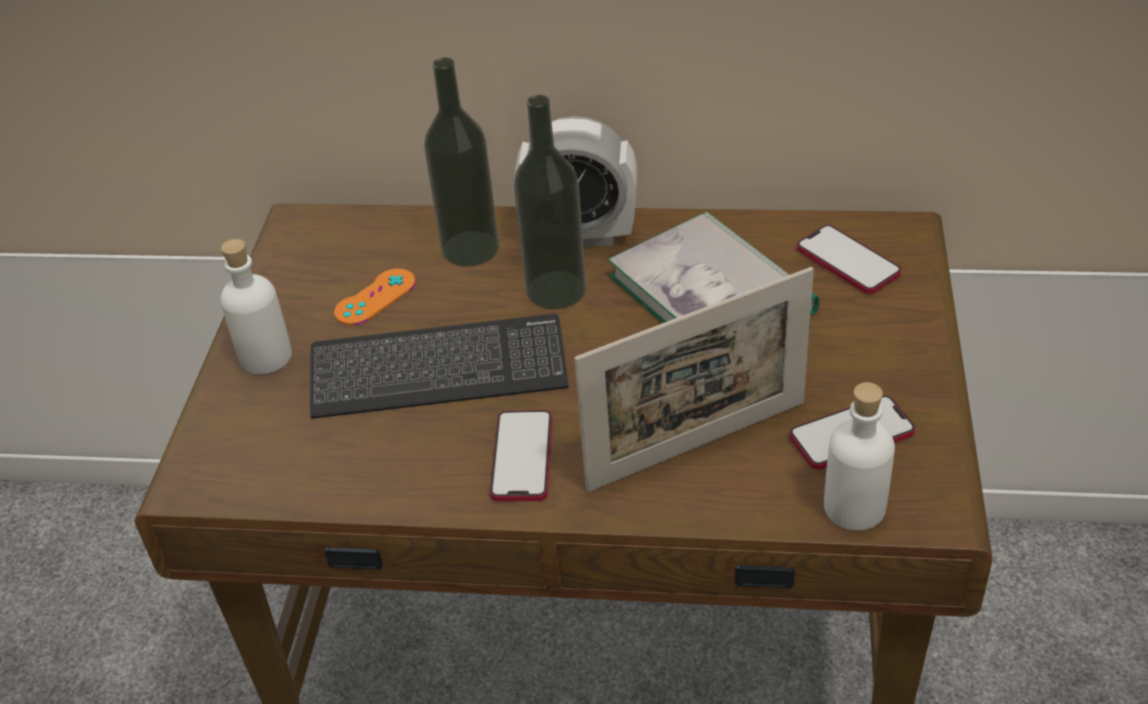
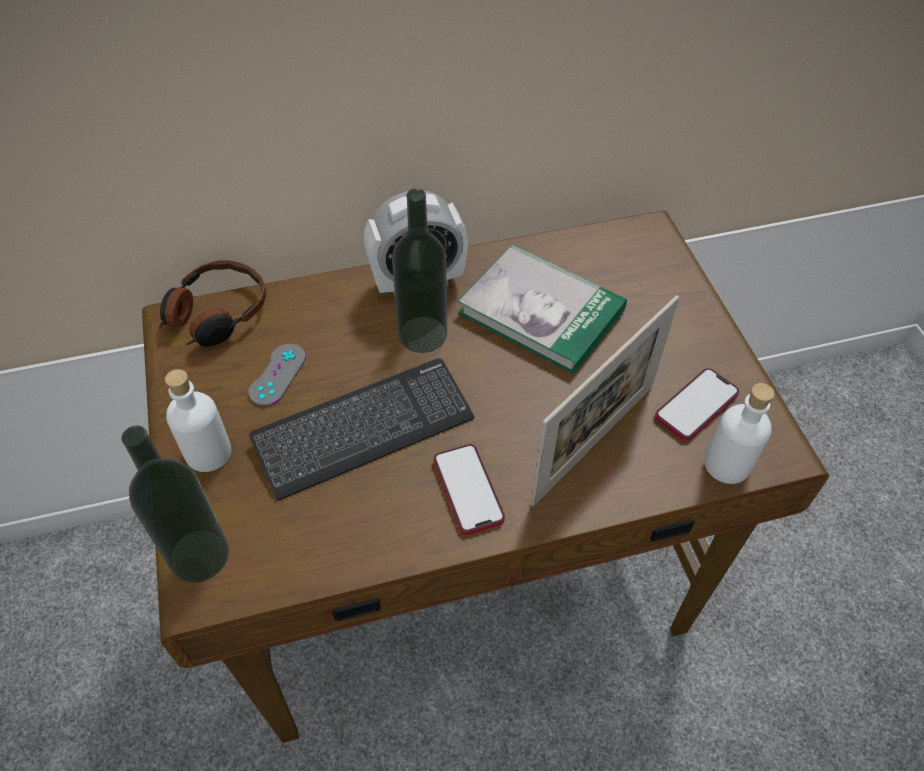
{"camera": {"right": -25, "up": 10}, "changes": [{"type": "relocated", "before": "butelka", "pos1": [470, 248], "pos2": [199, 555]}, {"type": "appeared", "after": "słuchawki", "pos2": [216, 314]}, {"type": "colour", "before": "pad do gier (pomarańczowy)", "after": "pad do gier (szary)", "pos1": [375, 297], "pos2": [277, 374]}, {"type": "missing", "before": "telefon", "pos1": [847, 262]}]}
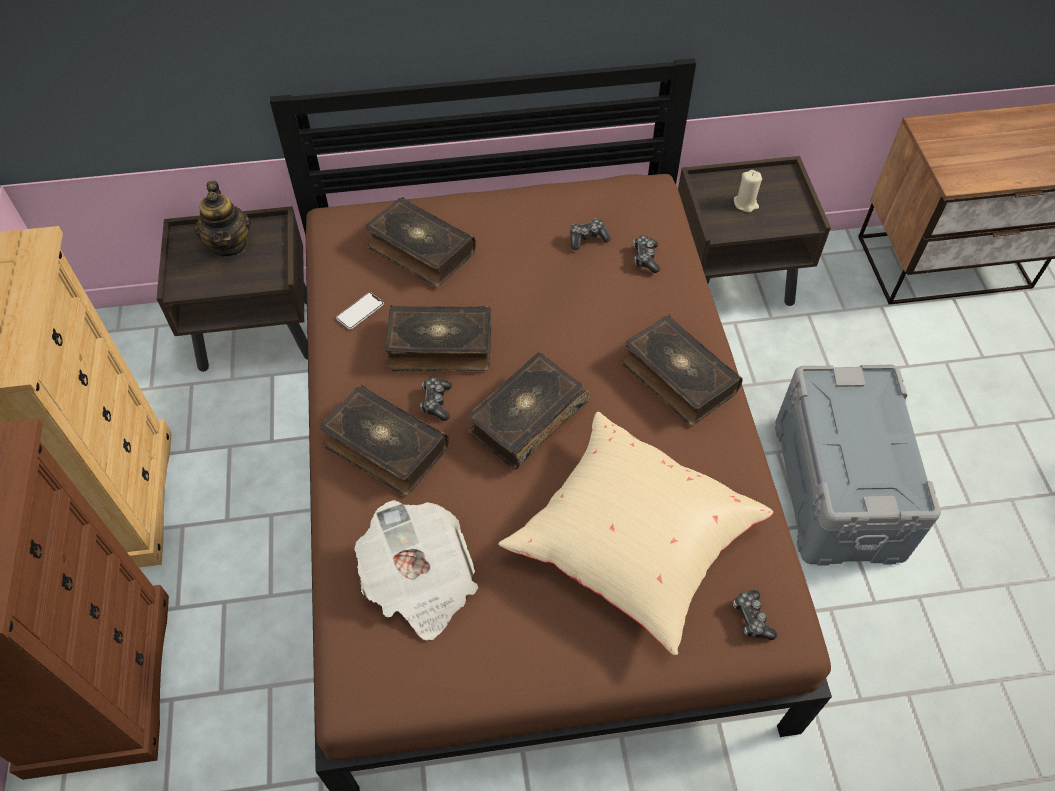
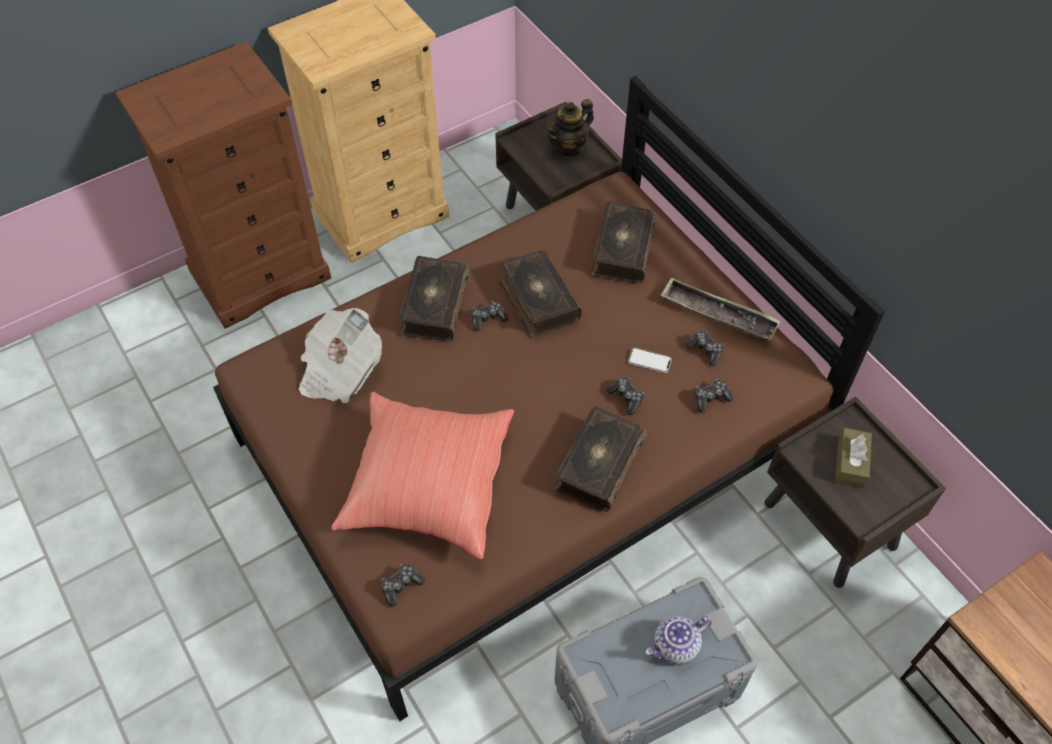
{"camera": {"right": 65, "up": 0}, "changes": [{"type": "colour", "before": "poduszka (beżowy)", "after": "poduszka (czerwony)", "pos1": [631, 545], "pos2": [427, 486]}, {"type": "appeared", "after": "pad do gier", "pos2": [626, 398]}, {"type": "relocated", "before": "telefon", "pos1": [360, 311], "pos2": [649, 361]}, {"type": "appeared", "after": "imbryk", "pos2": [675, 647]}, {"type": "appeared", "after": "taca", "pos2": [718, 314]}, {"type": "exchanged", "before": "świeca (beżowy)", "after": "pudełko chusteczek (brązowy)", "pos1": [745, 203], "pos2": [850, 463]}, {"type": "missing", "before": "książka", "pos1": [526, 418]}]}
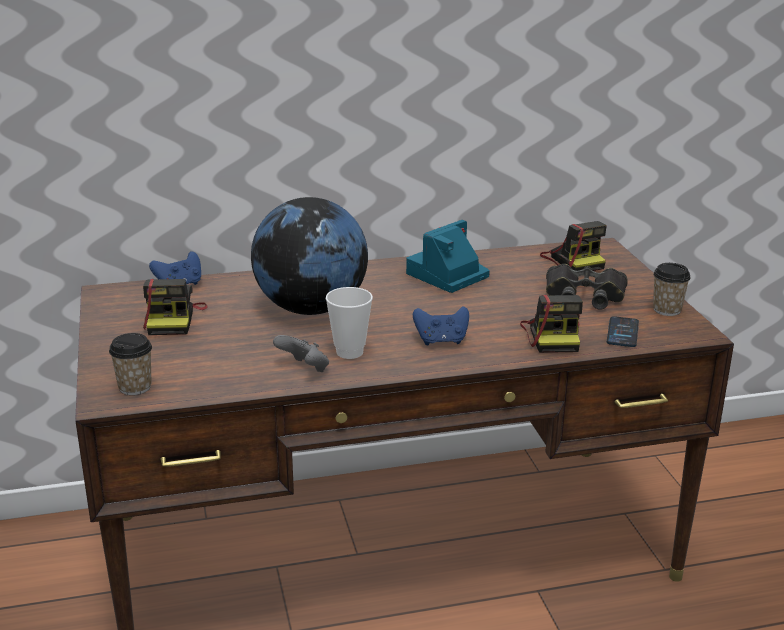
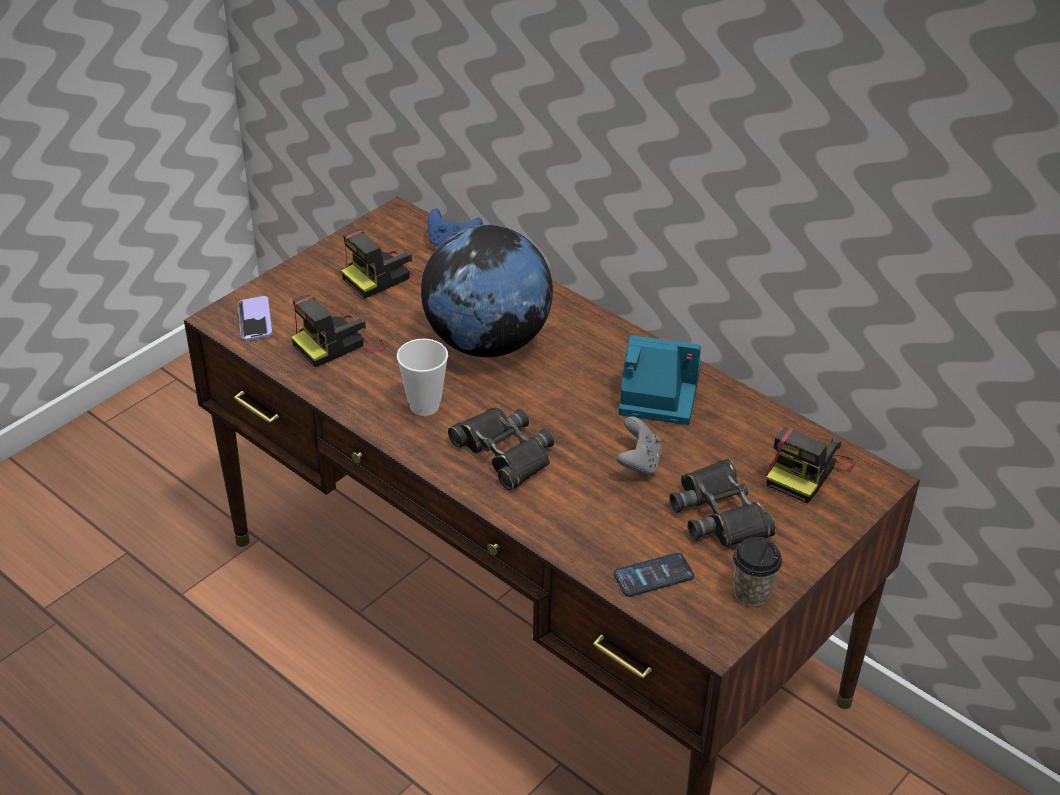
{"camera": {"right": 55, "up": 15}, "changes": [{"type": "exchanged", "before": "filiżanka", "after": "telefon", "pos1": [135, 387], "pos2": [255, 320]}, {"type": "relocated", "before": "aparat fotograficzny", "pos1": [553, 336], "pos2": [339, 343]}, {"type": "exchanged", "before": "pad do gier (niebieski)", "after": "lornetka (czarny)", "pos1": [441, 341], "pos2": [504, 453]}, {"type": "relocated", "before": "pad do gier (szary)", "pos1": [304, 369], "pos2": [639, 463]}]}
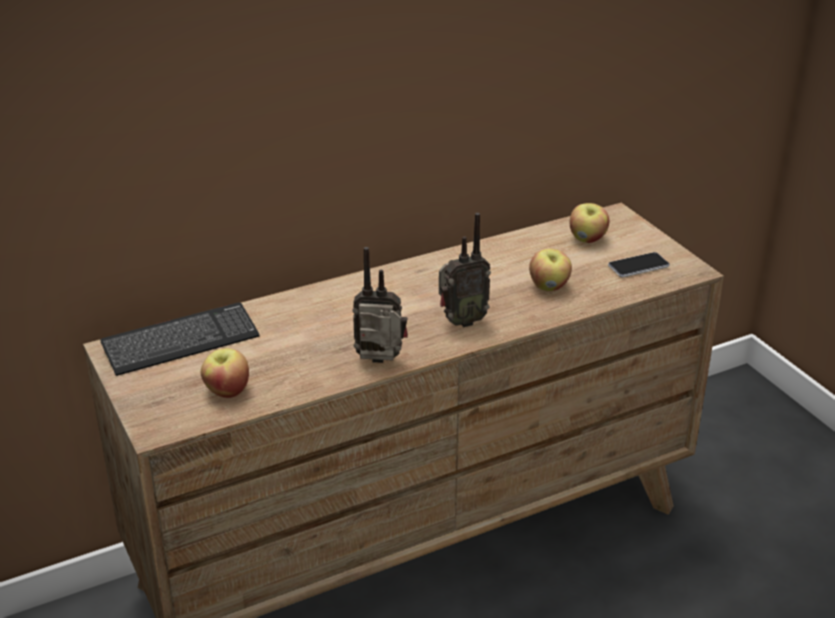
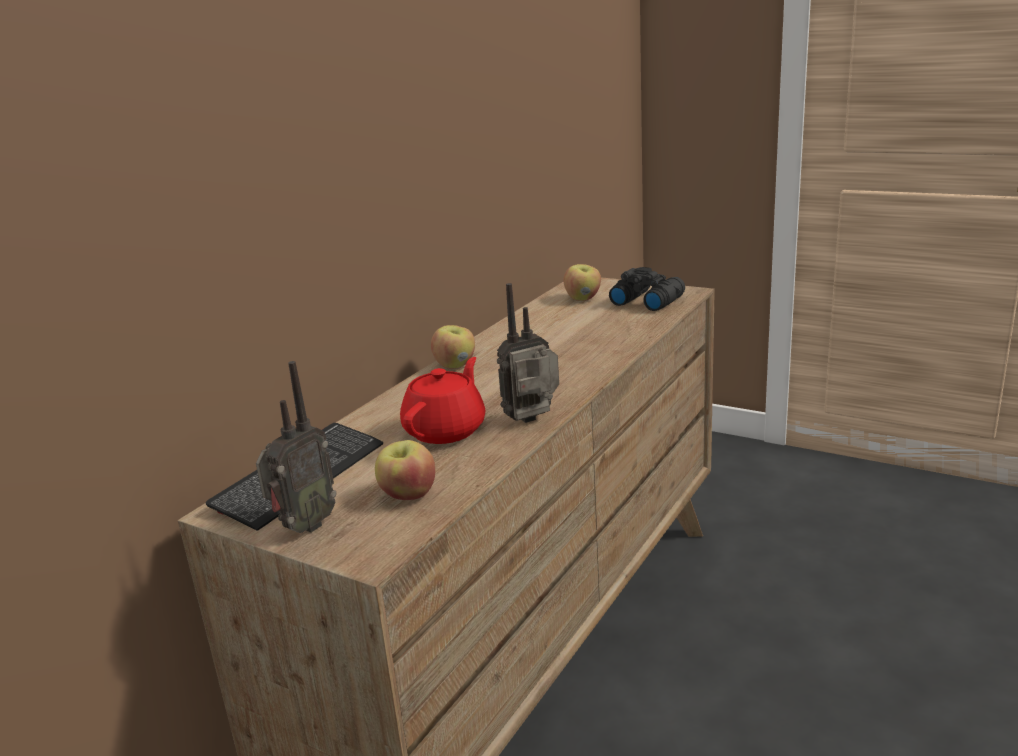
{"camera": {"right": -30, "up": -10}, "changes": [{"type": "relocated", "before": "radio", "pos1": [461, 321], "pos2": [303, 527]}, {"type": "appeared", "after": "imbryk (czerwony)", "pos2": [446, 430]}, {"type": "relocated", "before": "jabłko", "pos1": [549, 286], "pos2": [455, 365]}, {"type": "exchanged", "before": "telefon", "after": "lornetka (czarny)", "pos1": [638, 266], "pos2": [646, 301]}]}
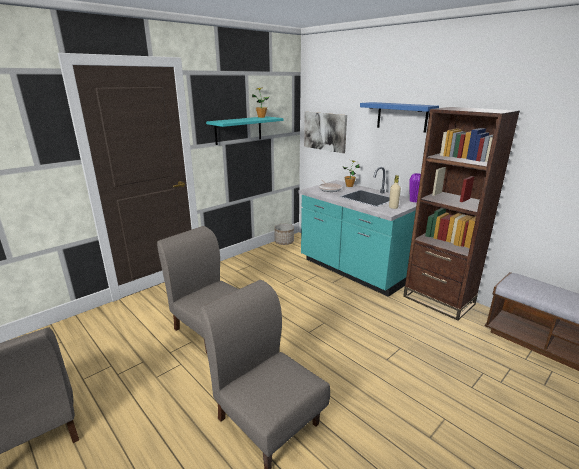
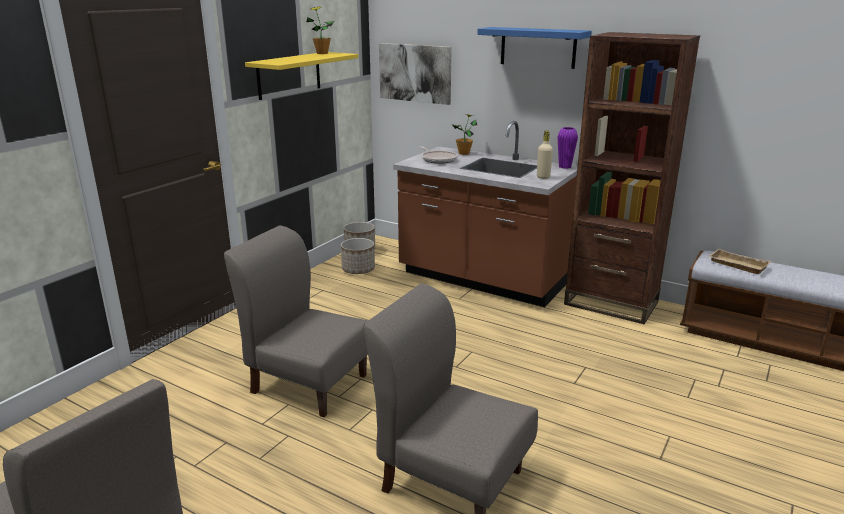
{"camera": {"right": -15, "up": 0}, "changes": [{"type": "colour", "before": "półka (turkusowy)", "after": "półka (żółty)", "pos1": [238, 130], "pos2": [289, 75]}, {"type": "appeared", "after": "donica", "pos2": [358, 269]}, {"type": "colour", "before": "zabudowa kuchenna (turkusowy)", "after": "zabudowa kuchenna (brązowy)", "pos1": [354, 270], "pos2": [482, 279]}, {"type": "appeared", "after": "taca (beżowy)", "pos2": [736, 265]}]}
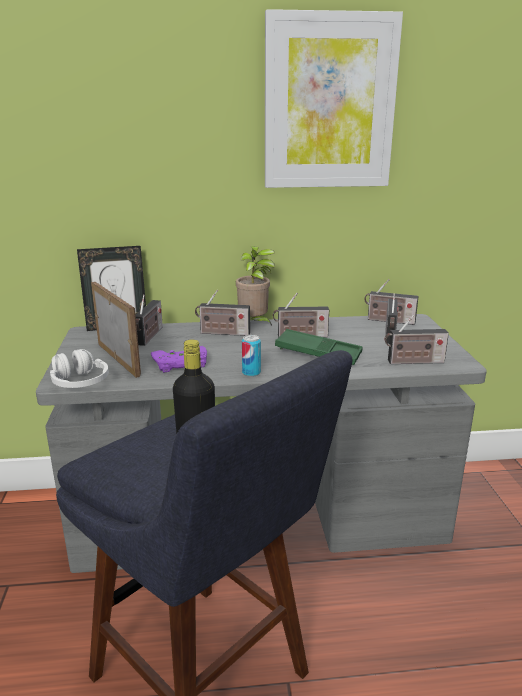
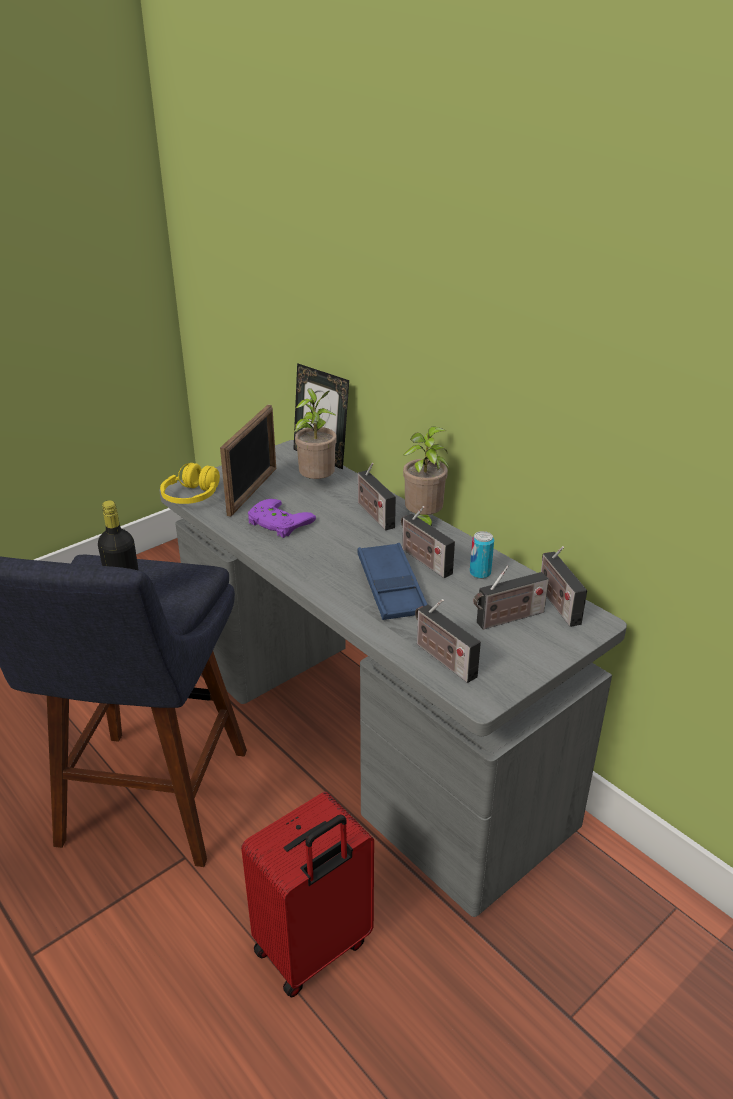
{"camera": {"right": 55, "up": 10}, "changes": [{"type": "colour", "before": "słuchawki (biały)", "after": "słuchawki (żółty)", "pos1": [79, 382], "pos2": [192, 496]}, {"type": "appeared", "after": "walizka (czerwony)", "pos2": [314, 949]}, {"type": "exchanged", "before": "radio", "after": "roślina doniczkowa", "pos1": [149, 337], "pos2": [317, 482]}, {"type": "colour", "before": "taca (zielony)", "after": "taca (niebieski)", "pos1": [318, 353], "pos2": [391, 587]}, {"type": "relocated", "before": "puszka", "pos1": [251, 373], "pos2": [480, 573]}, {"type": "missing", "before": "obraz", "pos1": [329, 103]}]}
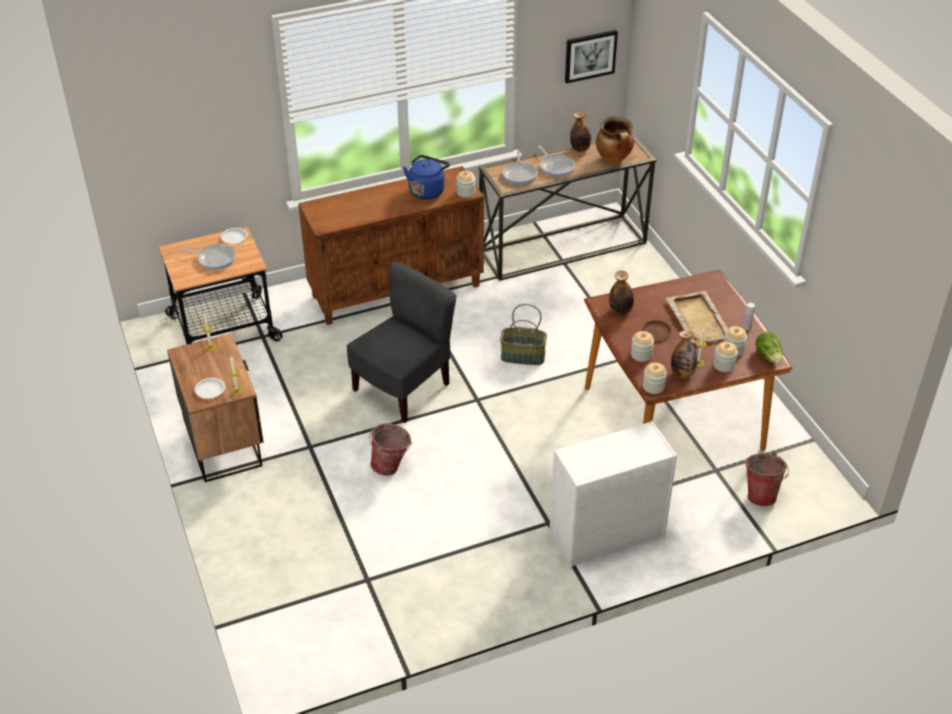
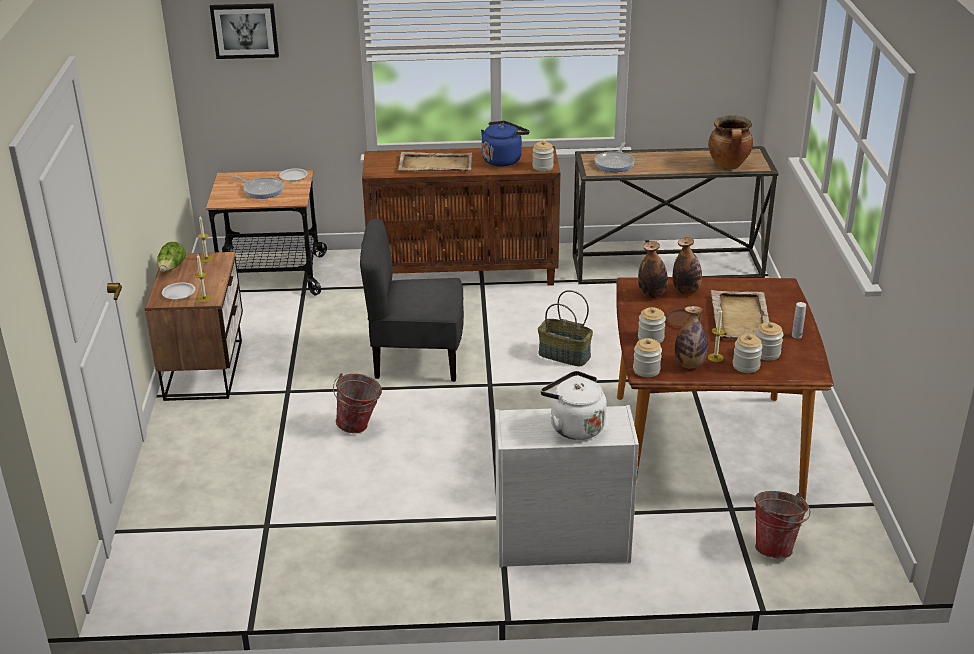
{"camera": {"right": 20, "up": -10}, "changes": [{"type": "relocated", "before": "sałata", "pos1": [769, 356], "pos2": [172, 268]}, {"type": "relocated", "before": "obraz", "pos1": [590, 55], "pos2": [245, 30]}, {"type": "spun", "before": "krzesło (szary)", "pos1": [403, 388], "pos2": [417, 359], "turn": -150}, {"type": "appeared", "after": "taca (beżowy)", "pos2": [434, 164]}, {"type": "appeared", "after": "czajnik (biały)", "pos2": [574, 426]}, {"type": "relocated", "before": "butelka", "pos1": [580, 149], "pos2": [686, 291]}, {"type": "missing", "before": "patelnia", "pos1": [556, 166]}]}
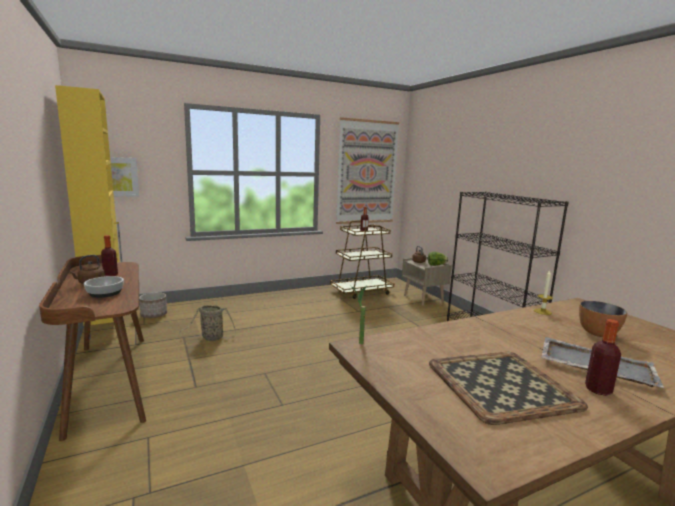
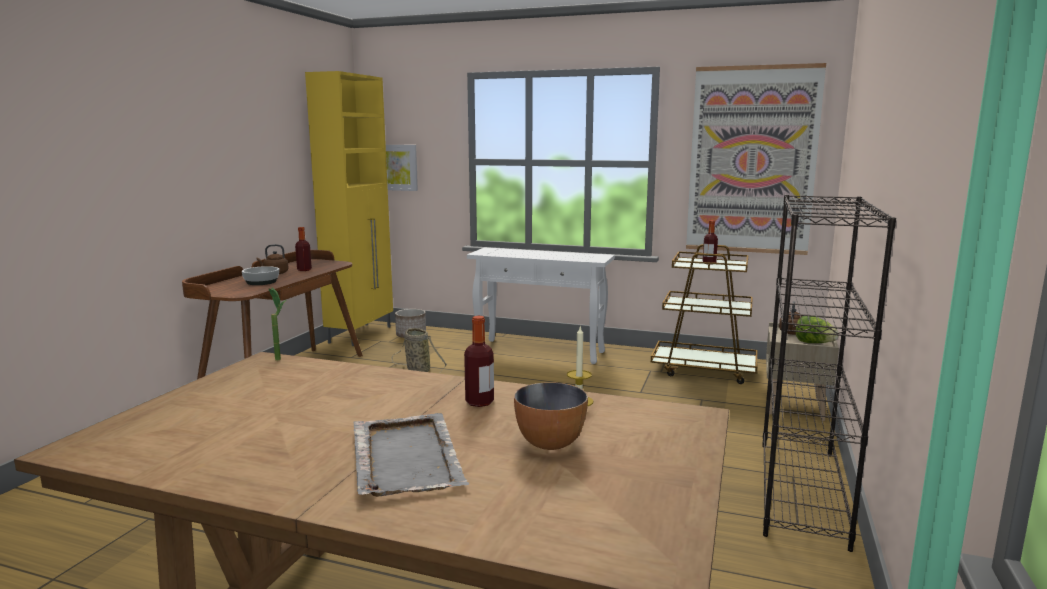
{"camera": {"right": 45, "up": 0}, "changes": [{"type": "relocated", "before": "butelka", "pos1": [598, 390], "pos2": [479, 402]}, {"type": "appeared", "after": "stolik konsolowy (biały)", "pos2": [541, 351]}, {"type": "missing", "before": "taca", "pos1": [501, 384]}]}
